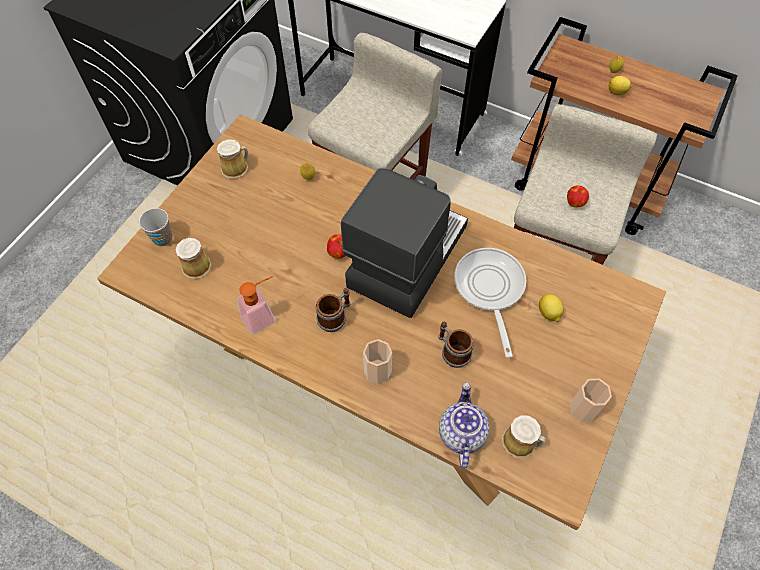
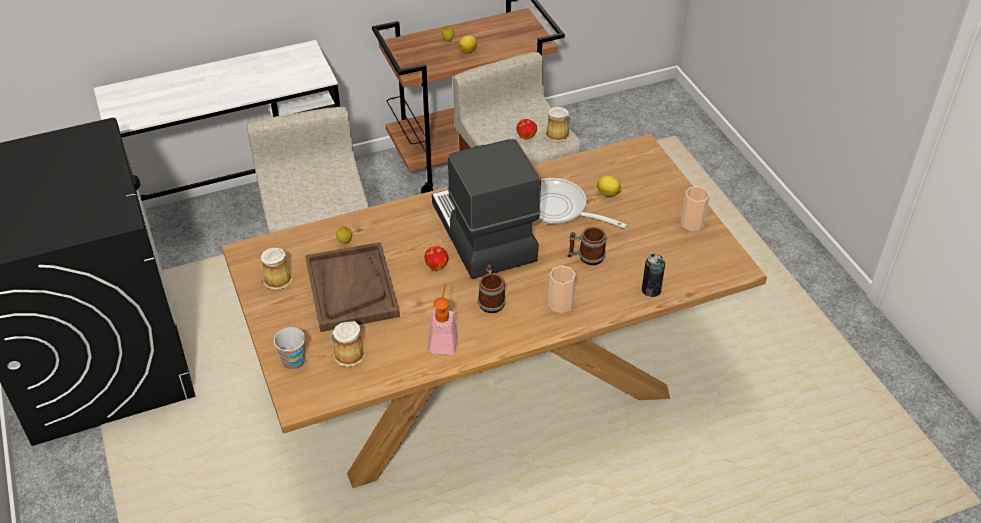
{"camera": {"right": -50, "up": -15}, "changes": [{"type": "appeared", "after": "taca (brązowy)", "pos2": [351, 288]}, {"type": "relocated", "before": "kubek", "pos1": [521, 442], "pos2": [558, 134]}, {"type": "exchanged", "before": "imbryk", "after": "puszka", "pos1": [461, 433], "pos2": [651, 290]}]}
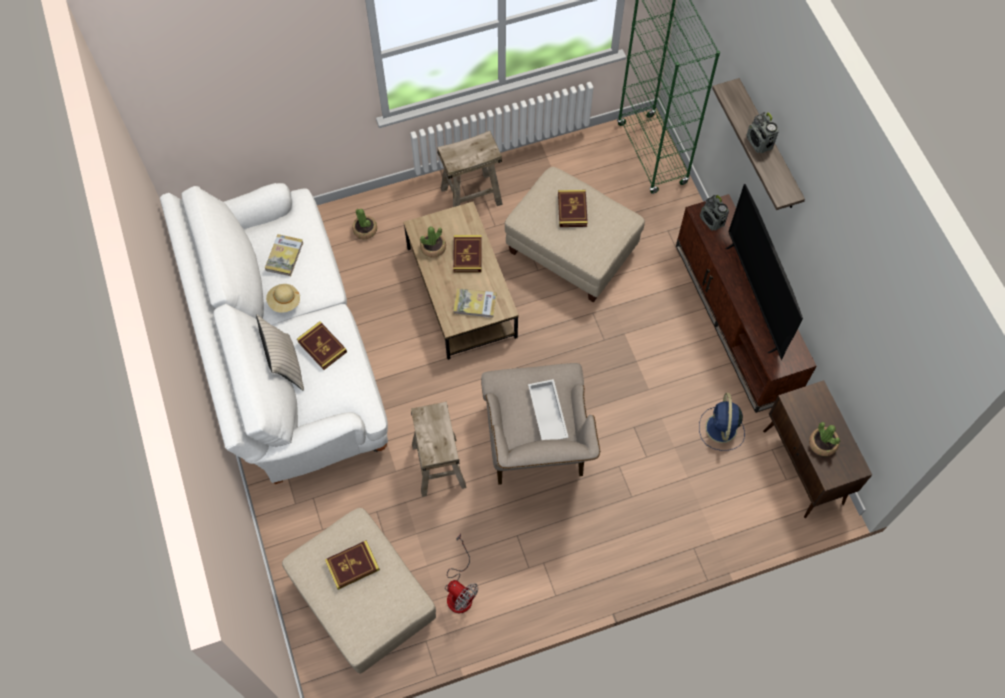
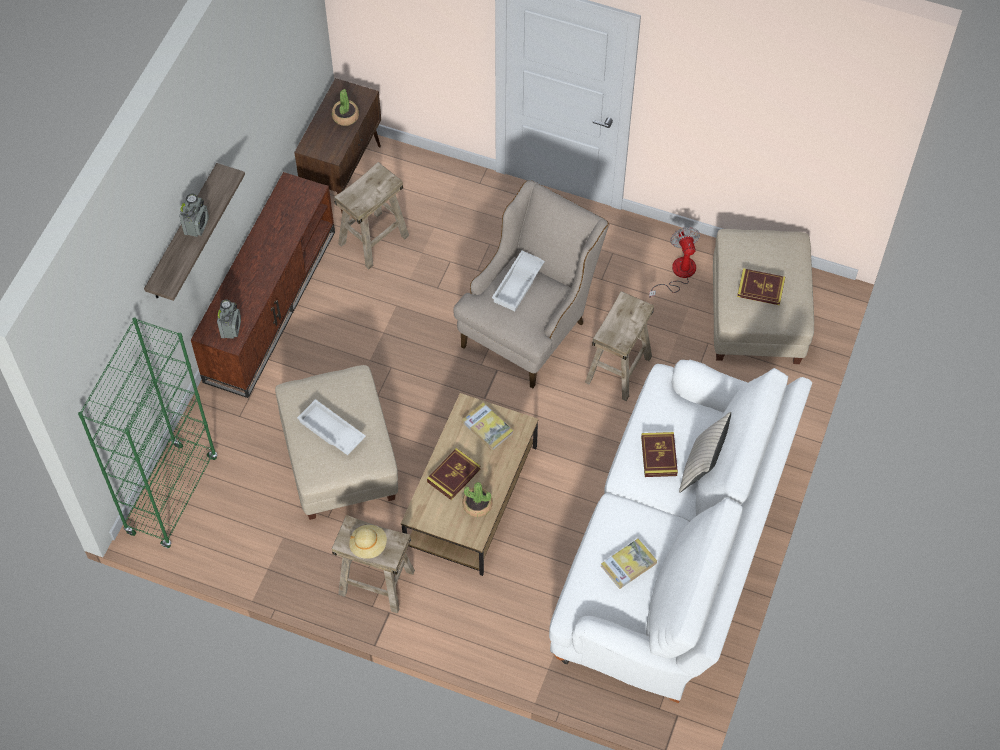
{"camera": {"right": -140, "up": -5}, "changes": [{"type": "exchanged", "before": "książka", "after": "taca (biały)", "pos1": [572, 210], "pos2": [330, 431]}, {"type": "exchanged", "before": "wentylator (niebieski)", "after": "stołek (beżowy)", "pos1": [721, 429], "pos2": [373, 239]}, {"type": "relocated", "before": "kapelusz (beżowy)", "pos1": [284, 302], "pos2": [368, 545]}, {"type": "missing", "before": "roślina doniczkowa", "pos1": [365, 230]}, {"type": "missing", "before": "telewizor", "pos1": [754, 297]}]}
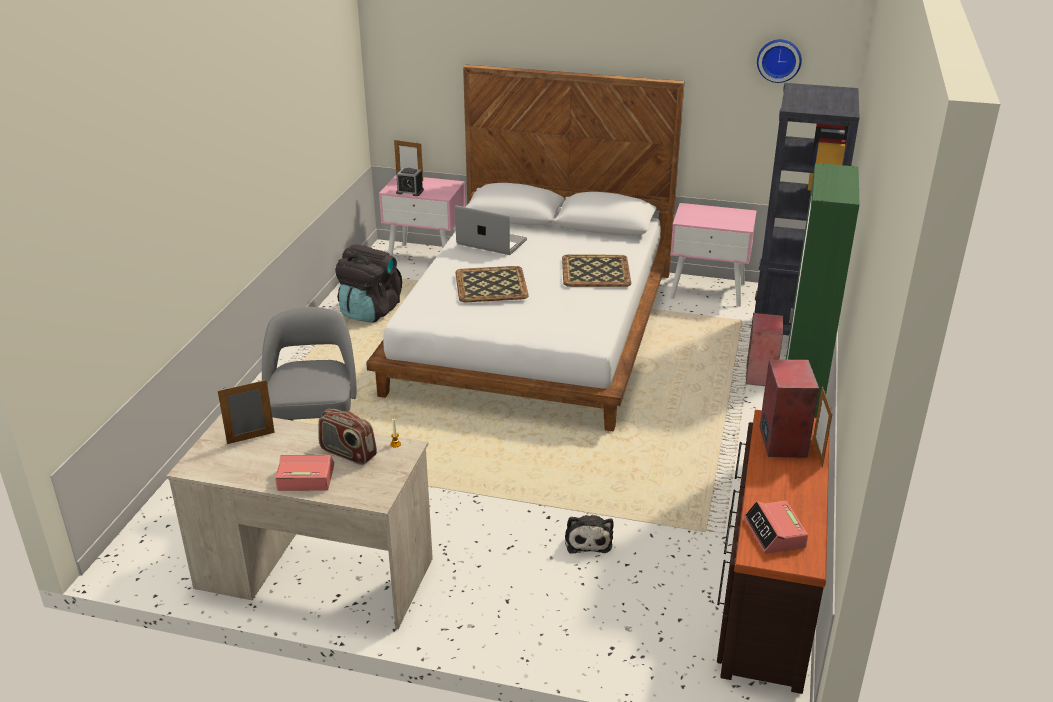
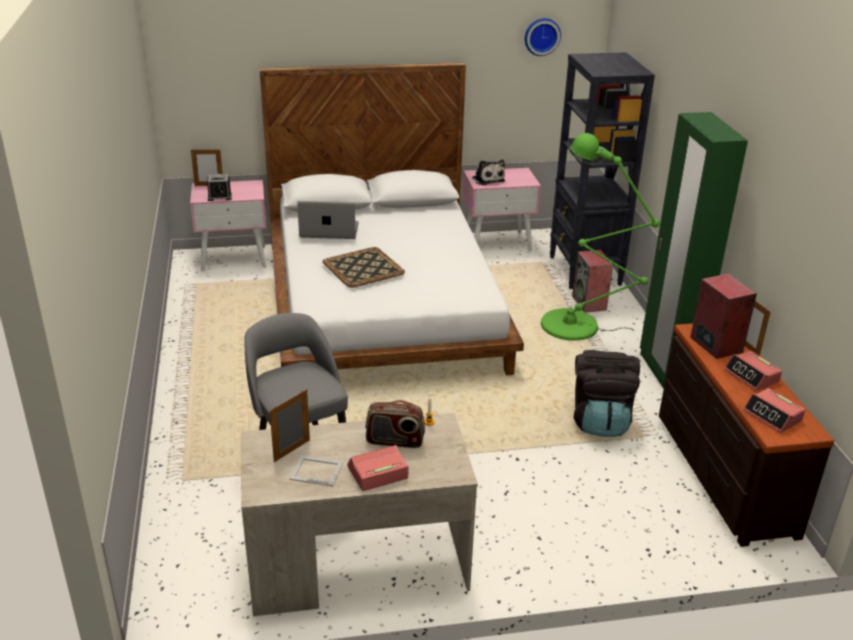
{"camera": {"right": -25, "up": 0}, "changes": [{"type": "appeared", "after": "ramka na zdjęcie", "pos2": [316, 470]}, {"type": "relocated", "before": "pluszak", "pos1": [588, 539], "pos2": [487, 179]}, {"type": "appeared", "after": "lampa stojąca (zielony)", "pos2": [577, 327]}, {"type": "relocated", "before": "plecak (czarny)", "pos1": [370, 311], "pos2": [600, 421]}, {"type": "appeared", "after": "budzik", "pos2": [752, 376]}, {"type": "missing", "before": "taca", "pos1": [596, 271]}]}
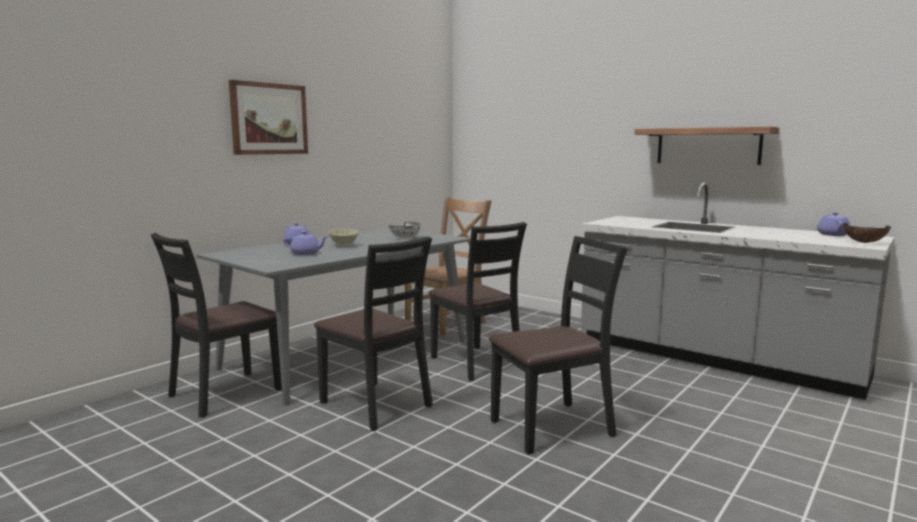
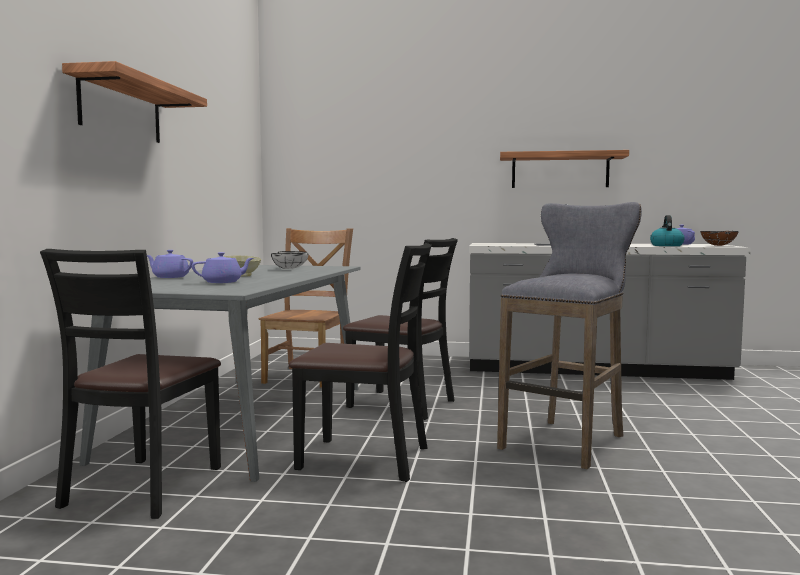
{"camera": {"right": -30, "up": -5}, "changes": [{"type": "exchanged", "before": "obraz", "after": "półka", "pos1": [269, 119], "pos2": [121, 109]}, {"type": "exchanged", "before": "krzesło (czarny)", "after": "stołek (szary)", "pos1": [552, 427], "pos2": [566, 440]}, {"type": "appeared", "after": "czajnik", "pos2": [666, 245]}]}
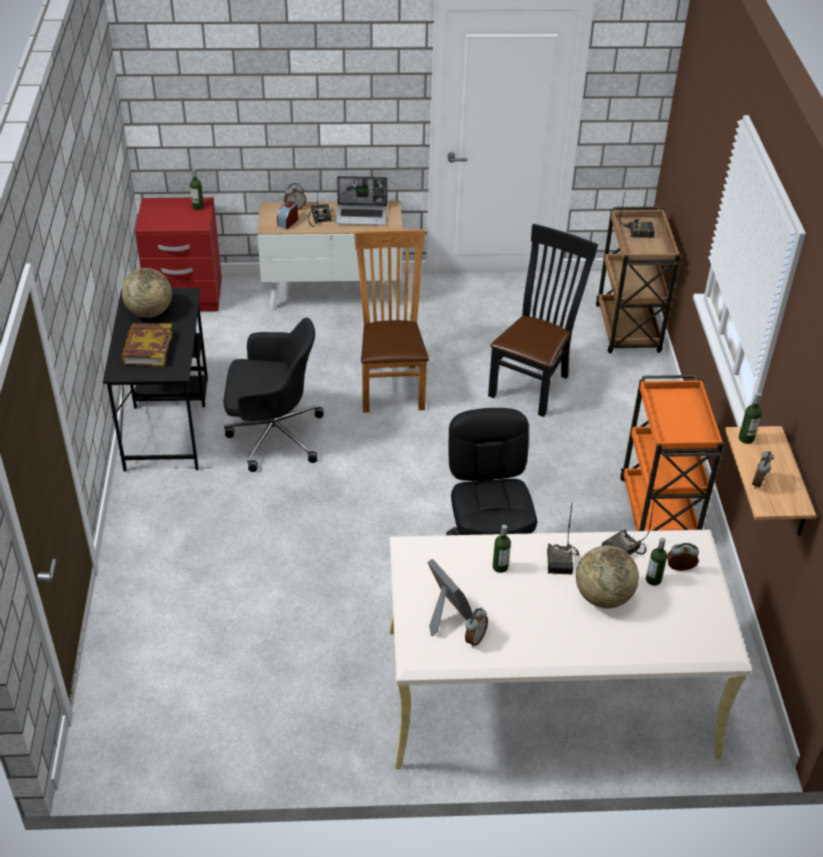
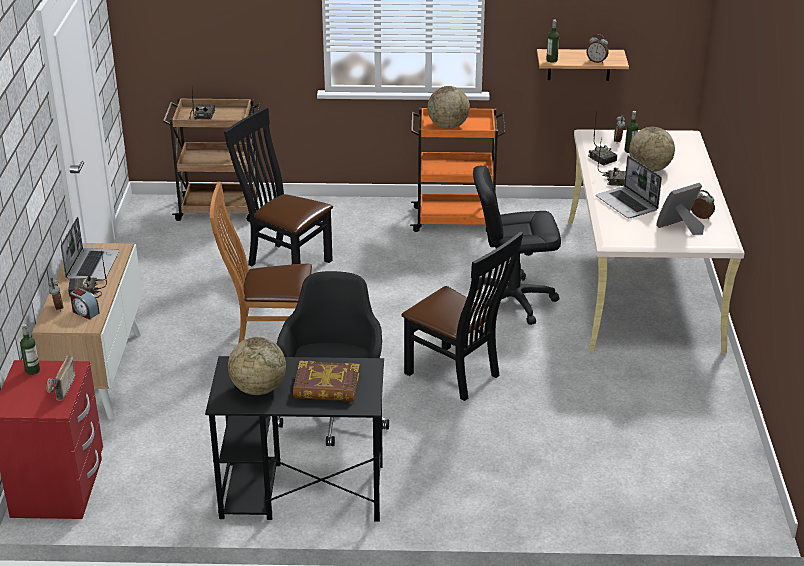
{"camera": {"right": -85, "up": -10}, "changes": [{"type": "appeared", "after": "radio", "pos2": [59, 389]}, {"type": "appeared", "after": "krzesło (czarny)", "pos2": [457, 375]}, {"type": "appeared", "after": "globus", "pos2": [448, 126]}, {"type": "exchanged", "before": "butelka", "after": "laptop", "pos1": [500, 567], "pos2": [627, 204]}]}
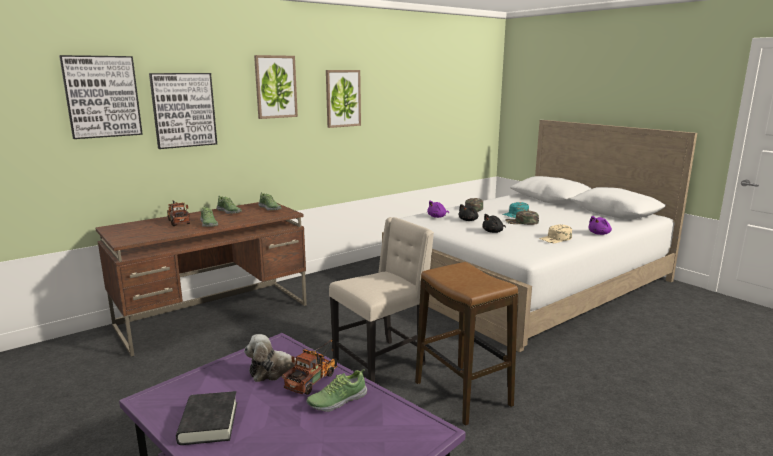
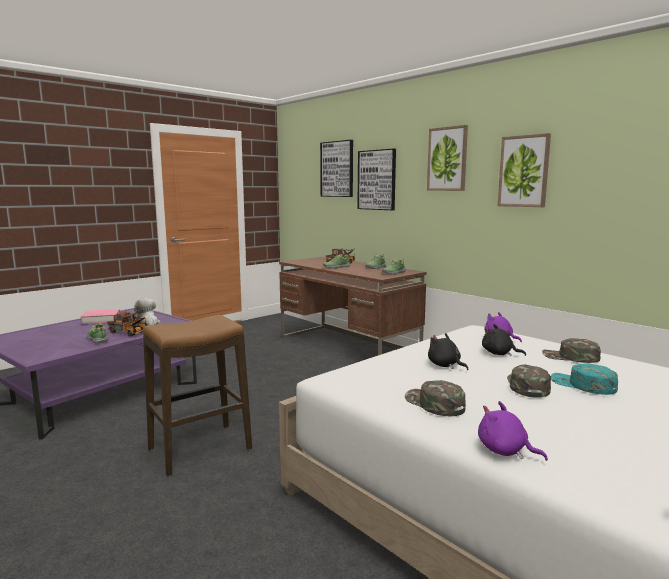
{"camera": {"right": 85, "up": -5}, "changes": [{"type": "colour", "before": "książka (czarny)", "after": "książka (różowy)", "pos1": [208, 423], "pos2": [101, 319]}, {"type": "colour", "before": "czapka z daszkiem (beżowy)", "after": "czapka z daszkiem (zielony)", "pos1": [556, 239], "pos2": [434, 404]}, {"type": "missing", "before": "krzesło (beżowy)", "pos1": [381, 362]}]}
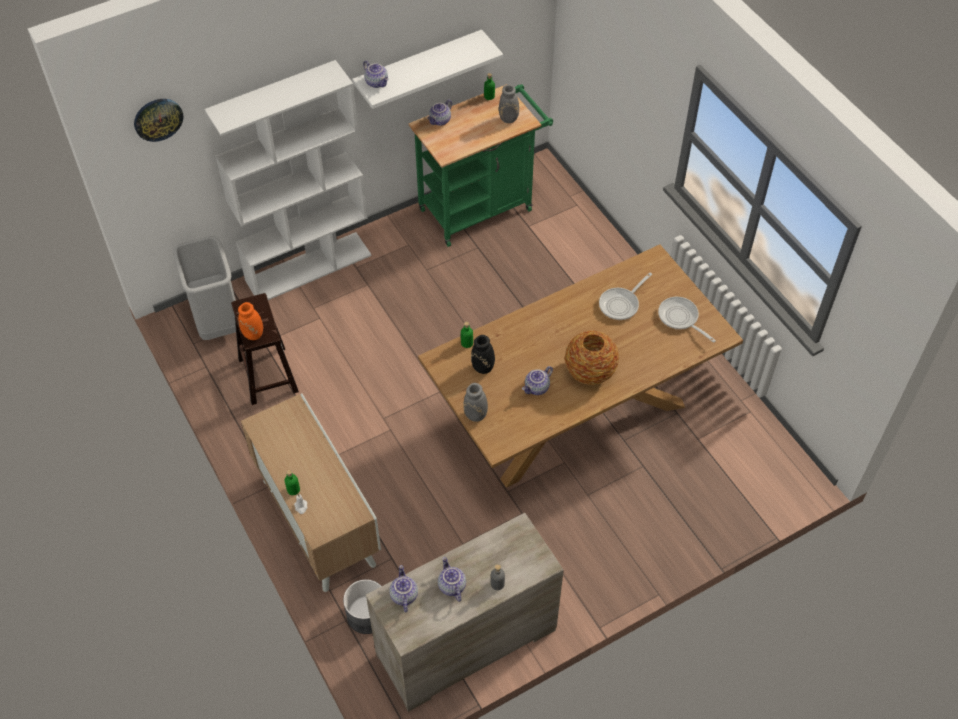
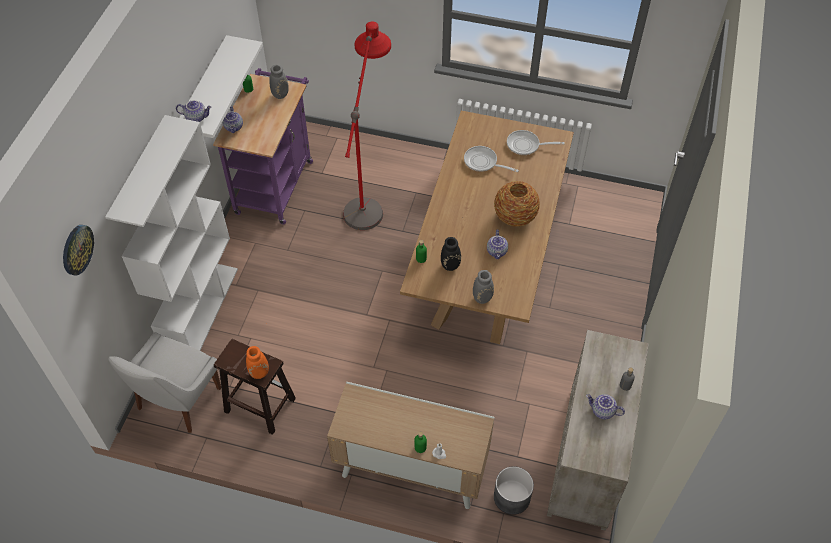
{"camera": {"right": -45, "up": 0}, "changes": [{"type": "exchanged", "before": "kosz na śmieci (szary)", "after": "krzesło (biały)", "pos1": [217, 322], "pos2": [177, 401]}, {"type": "colour", "before": "wózek (zielony)", "after": "wózek (fioletowy)", "pos1": [481, 206], "pos2": [276, 182]}, {"type": "appeared", "after": "lampa stojąca (czerwony)", "pos2": [369, 192]}, {"type": "spun", "before": "patelnia", "pos1": [621, 304], "pos2": [483, 162], "turn": 120}, {"type": "missing", "before": "imbryk", "pos1": [403, 595]}]}
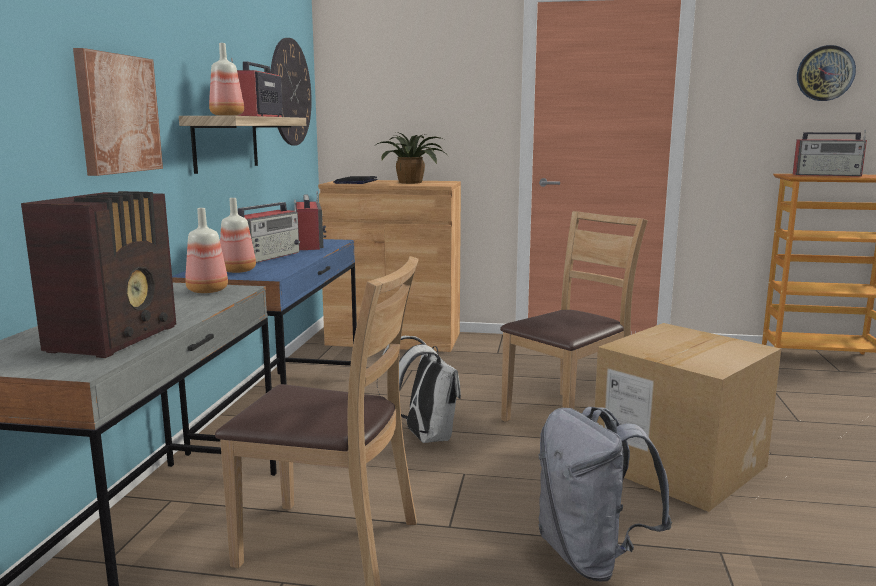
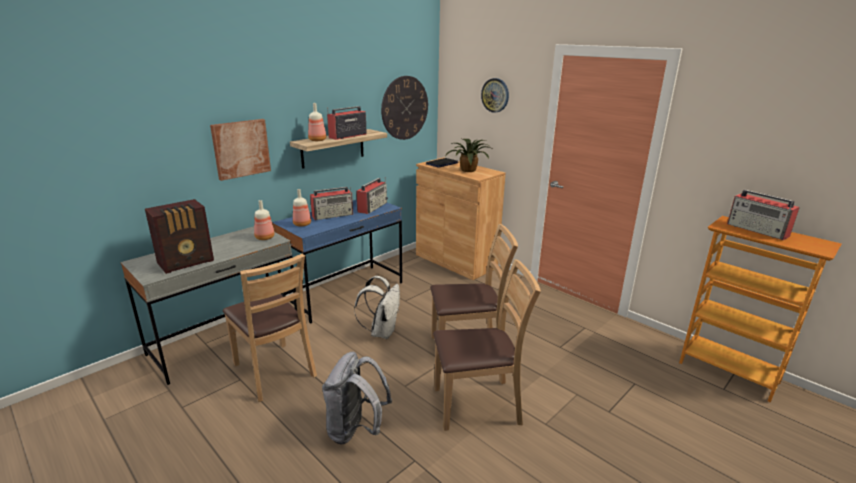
{"camera": {"right": 35, "up": 10}, "changes": [{"type": "exchanged", "before": "karton", "after": "krzesło (brązowy)", "pos1": [679, 465], "pos2": [478, 405]}, {"type": "relocated", "before": "zegar ścienny", "pos1": [825, 73], "pos2": [495, 95]}]}
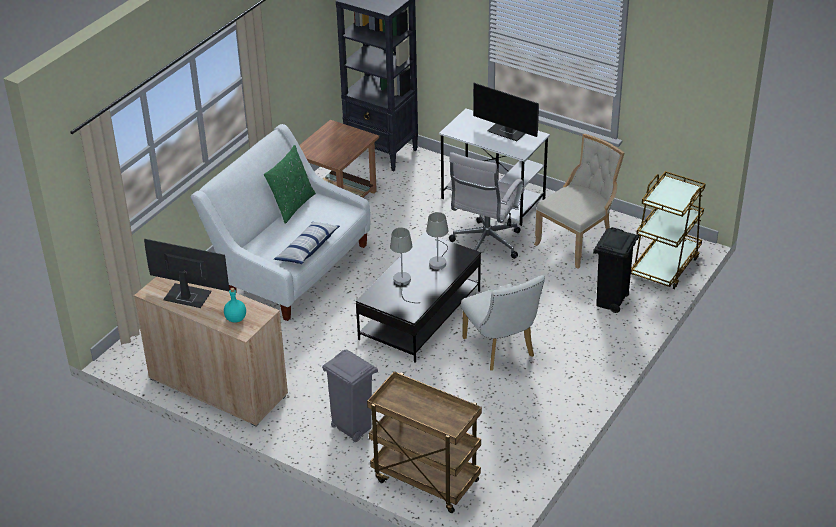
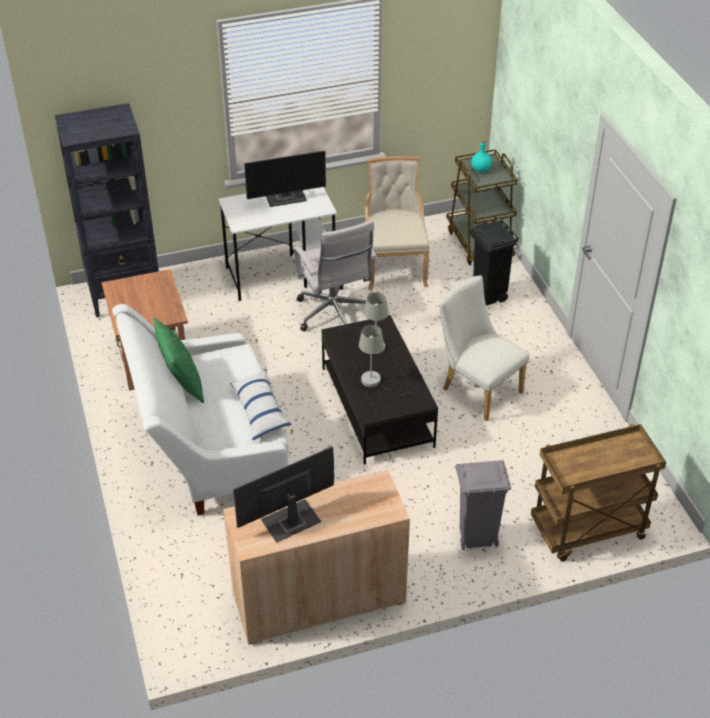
{"camera": {"right": -50, "up": 5}, "changes": [{"type": "spun", "before": "krzesło (biały)", "pos1": [501, 350], "pos2": [477, 388], "turn": -150}, {"type": "relocated", "before": "butelka (turkusowy)", "pos1": [236, 319], "pos2": [481, 169]}]}
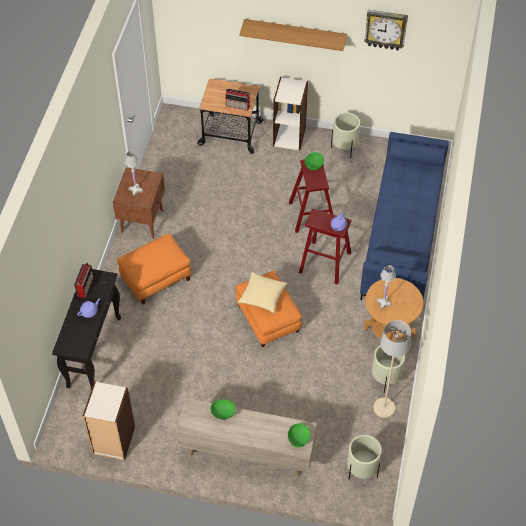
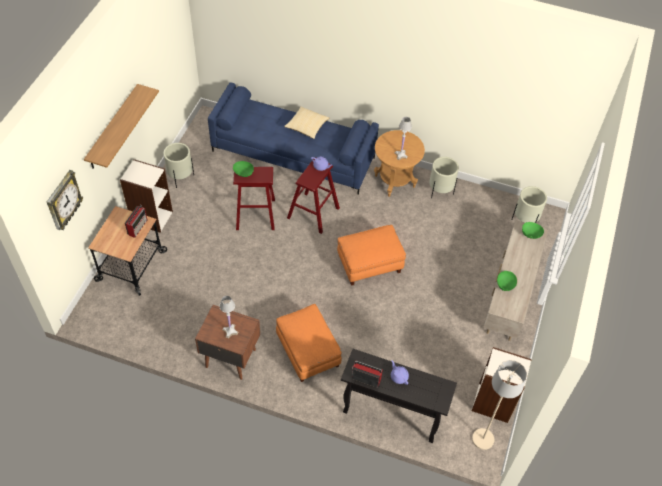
{"camera": {"right": -85, "up": 0}, "changes": [{"type": "relocated", "before": "zegar ścienny", "pos1": [385, 29], "pos2": [63, 201]}, {"type": "relocated", "before": "poduszka", "pos1": [262, 297], "pos2": [306, 127]}, {"type": "relocated", "before": "lampa stojąca (beżowy)", "pos1": [384, 408], "pos2": [483, 439]}]}
